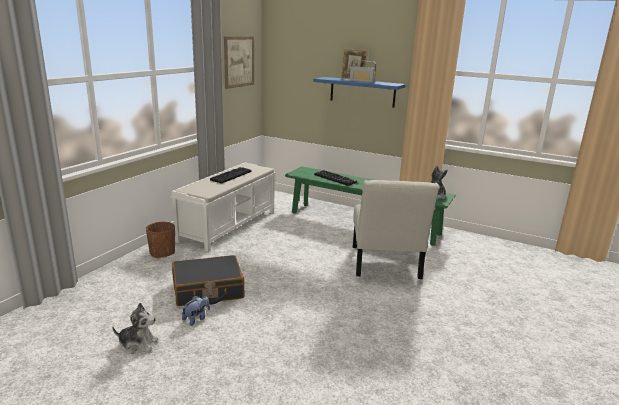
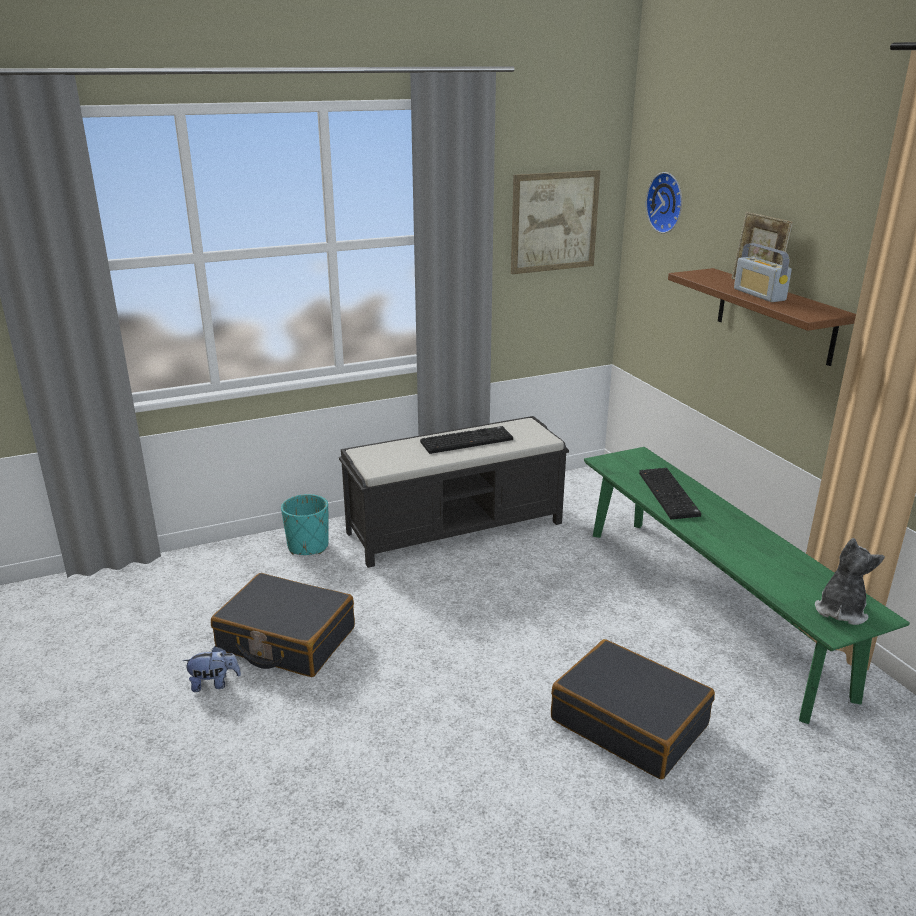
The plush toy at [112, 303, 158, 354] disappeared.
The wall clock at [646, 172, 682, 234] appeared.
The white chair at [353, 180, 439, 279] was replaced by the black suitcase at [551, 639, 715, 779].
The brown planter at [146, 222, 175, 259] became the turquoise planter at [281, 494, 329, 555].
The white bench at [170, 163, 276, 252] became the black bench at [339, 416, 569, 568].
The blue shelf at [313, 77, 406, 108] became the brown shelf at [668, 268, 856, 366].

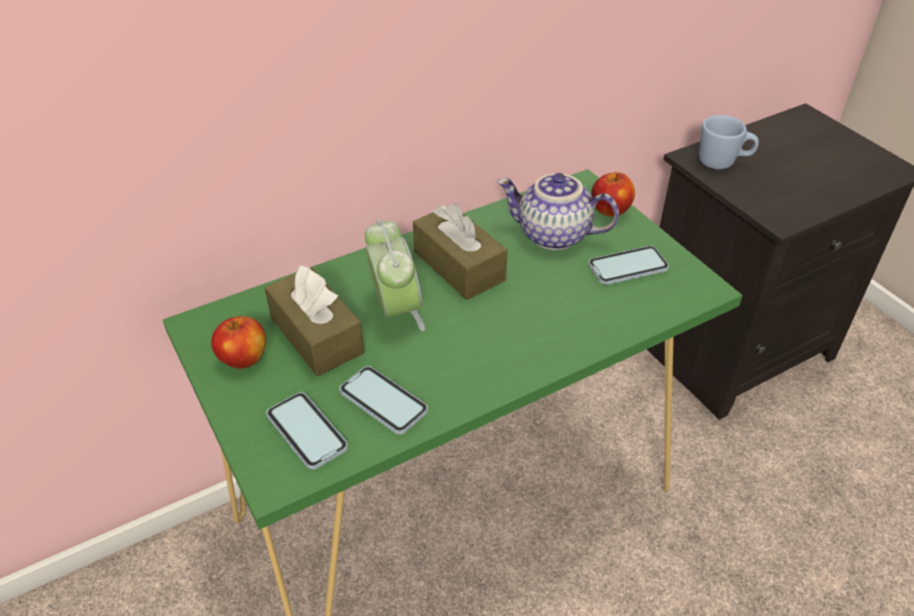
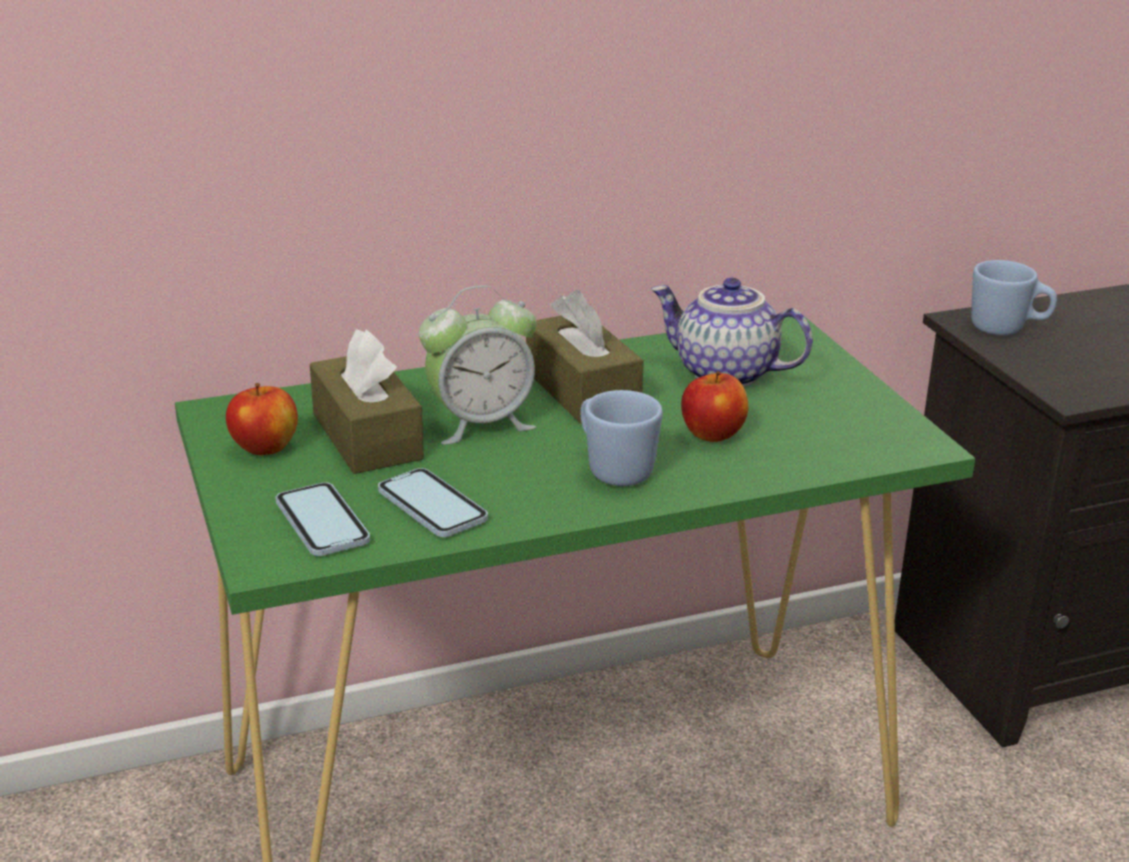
The phone at [588, 246, 669, 285] disappeared.
The blue mug at [581, 390, 663, 486] appeared.
The apple moved from [591, 172, 635, 217] to [681, 371, 748, 442].
The alarm clock at [365, 219, 425, 331] turned 75 degrees clockwise.

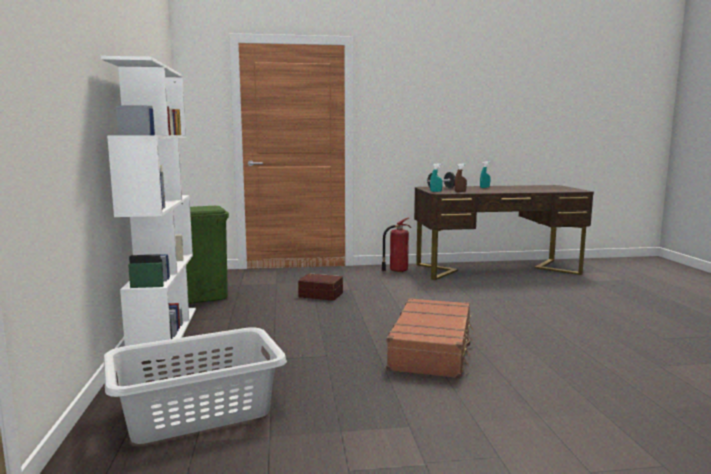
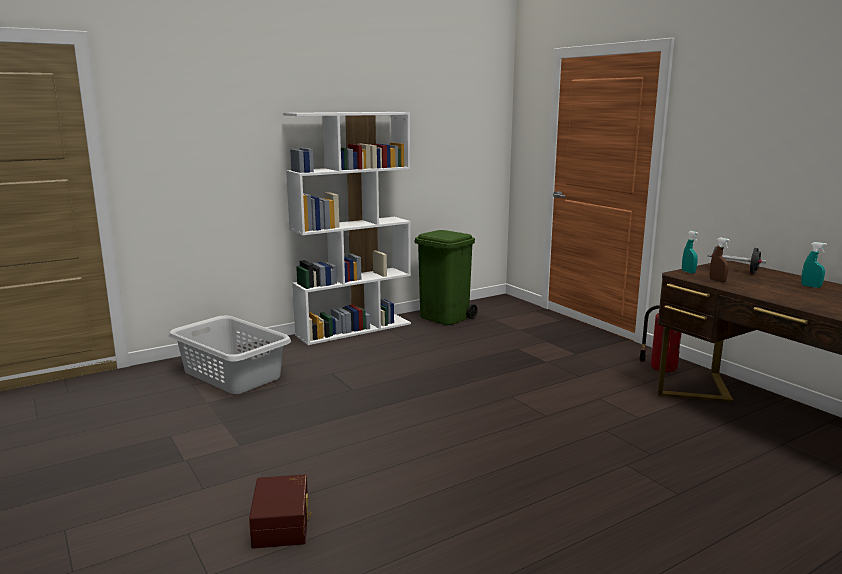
The brown suitcase at [386, 298, 474, 379] disappeared.
The brown storage box moved from [298, 273, 343, 301] to [249, 474, 311, 549].

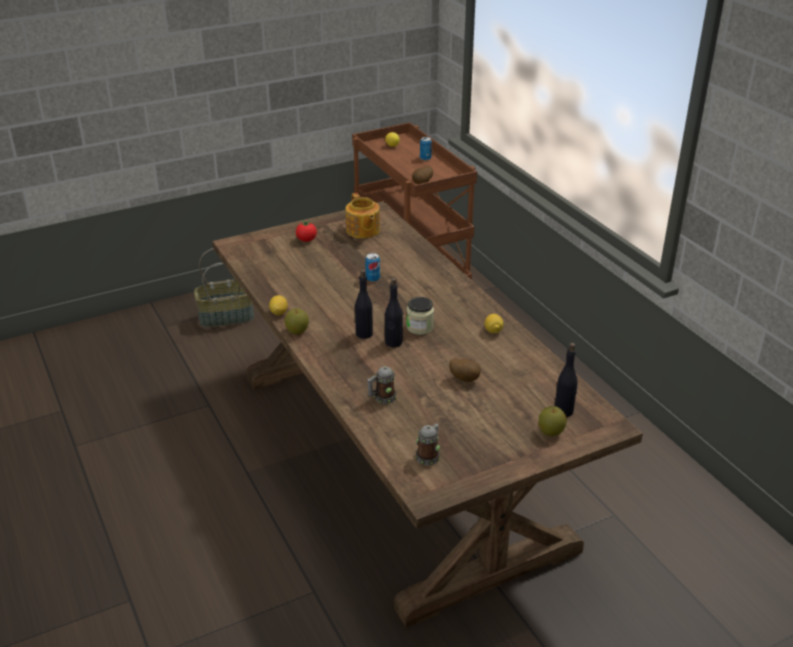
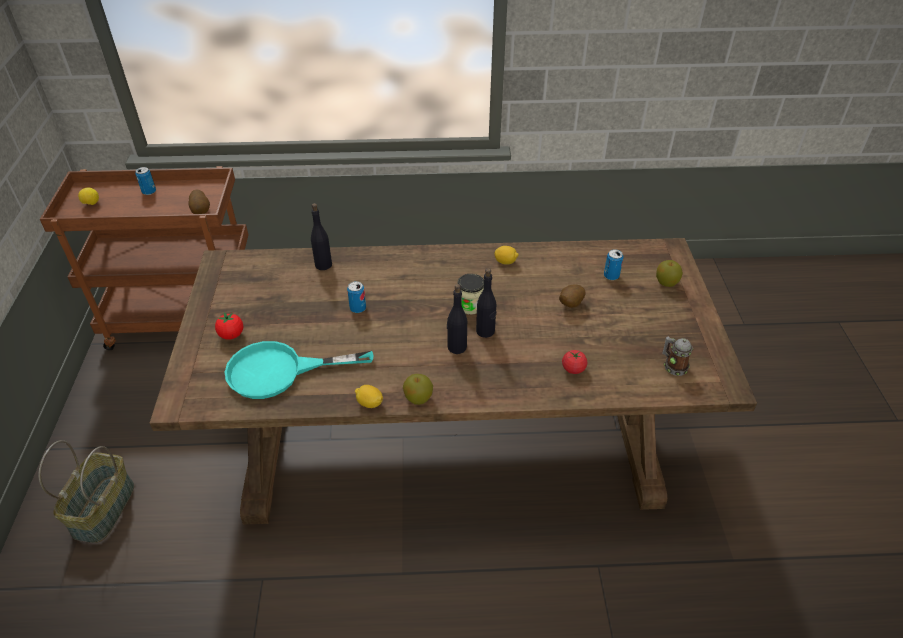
The teapot at [345, 193, 380, 238] disappeared.
The turquoise frying pan at [225, 341, 373, 399] appeared.
The can at [604, 249, 624, 280] appeared.
The black bottle moved from [555, 343, 578, 417] to [311, 203, 332, 270].
The mug at [367, 366, 397, 404] was replaced by the tomato at [562, 350, 587, 374].

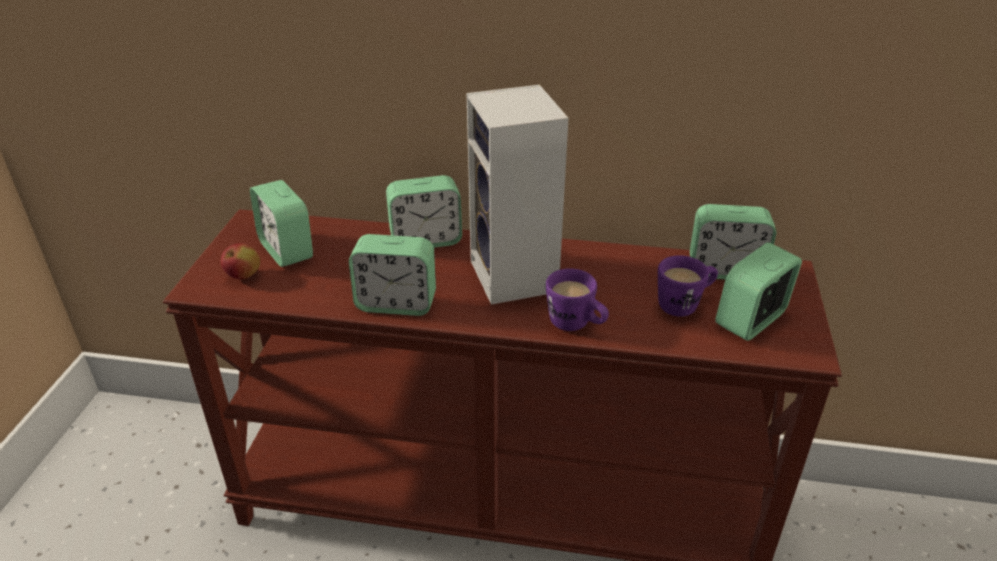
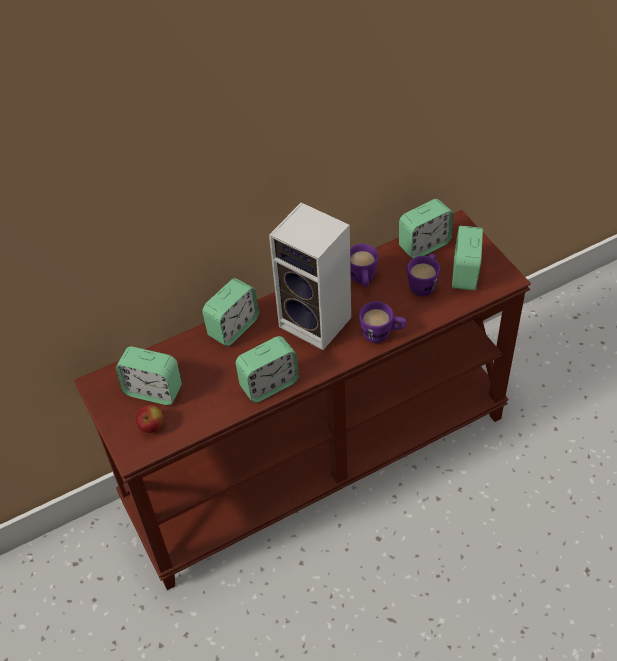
The purple mug at [350, 244, 379, 287] appeared.

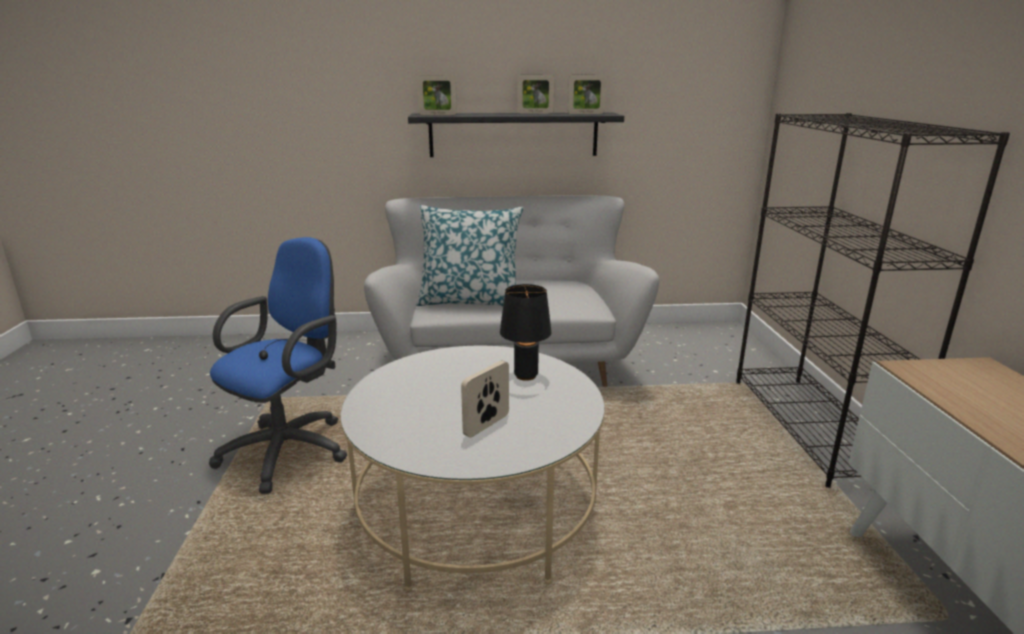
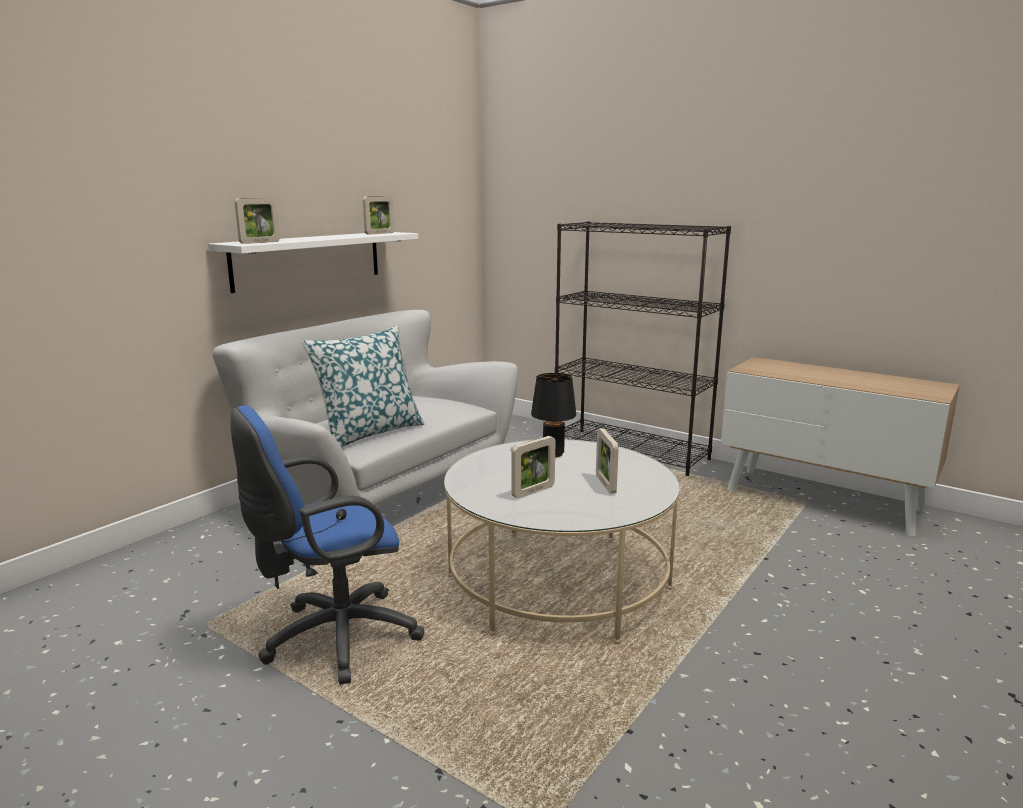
The picture frame moved from [517, 75, 555, 114] to [511, 436, 556, 499].
The black shelf at [408, 112, 624, 157] became the white shelf at [208, 232, 418, 293].
The blue office chair at [209, 237, 347, 494] turned 105 degrees counterclockwise.

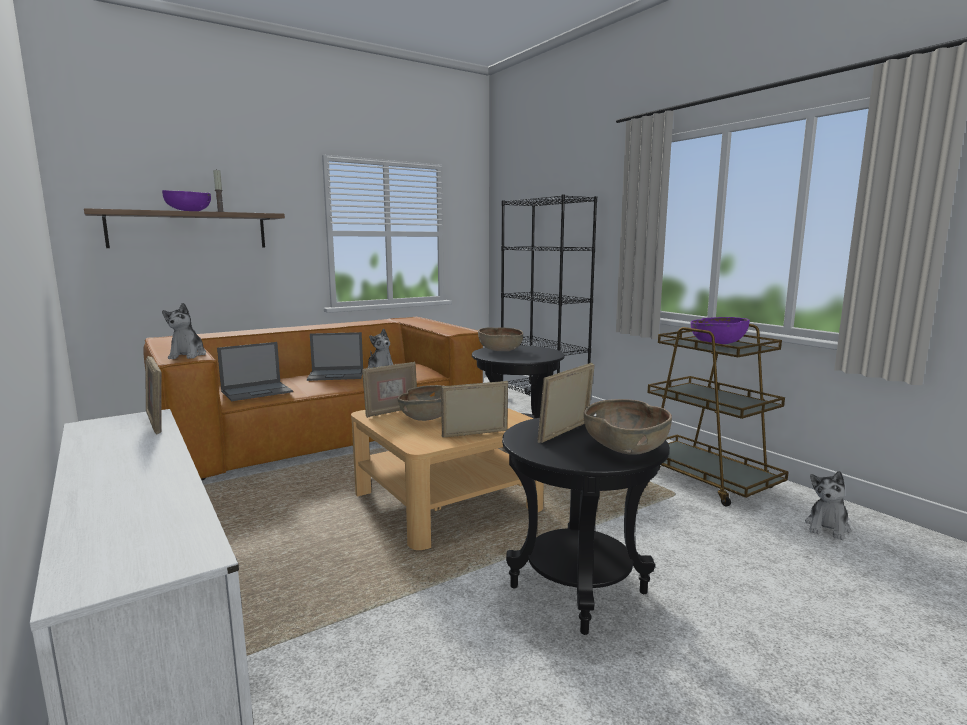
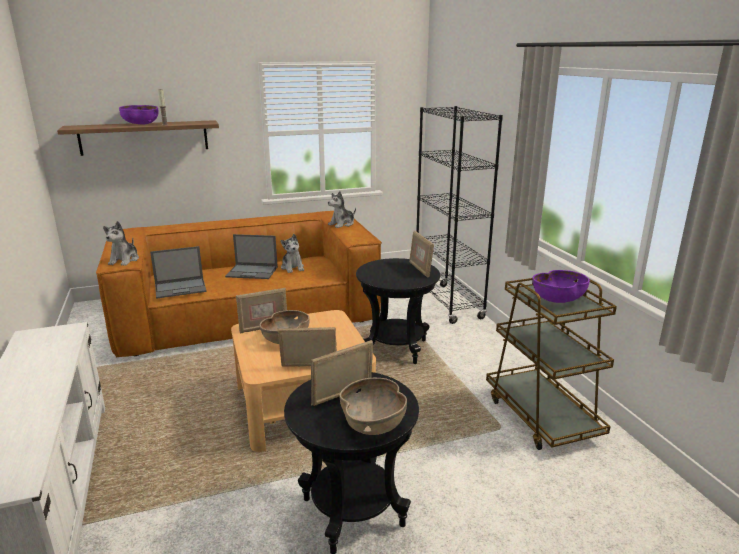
The brown bowl at [478, 327, 523, 352] disappeared.
The picture frame moved from [145, 356, 162, 434] to [409, 231, 434, 278].
The plush toy moved from [805, 471, 851, 540] to [328, 191, 356, 228].

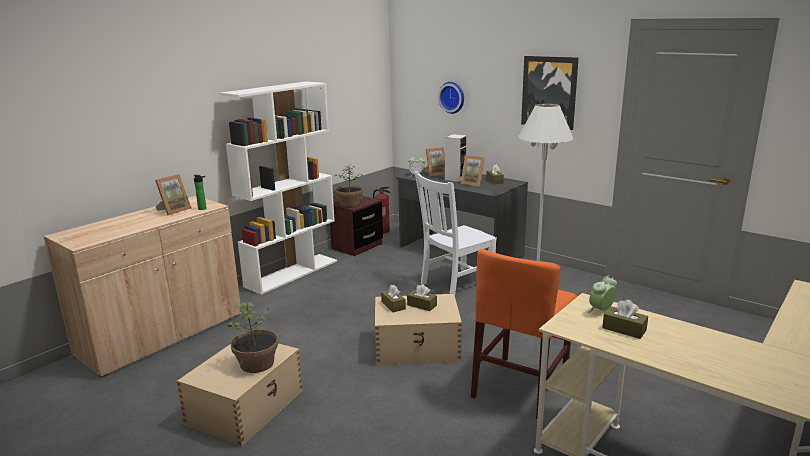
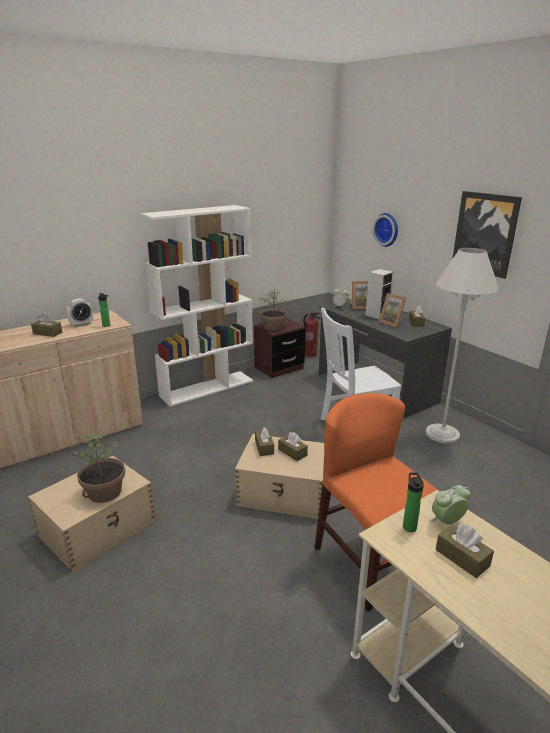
The brown tissue box at [31, 313, 62, 337] appeared.
The bottle at [403, 473, 424, 532] appeared.
The picture frame at [155, 174, 191, 216] was replaced by the alarm clock at [66, 298, 93, 327].
The orange chair at [471, 249, 577, 419] turned 105 degrees clockwise.

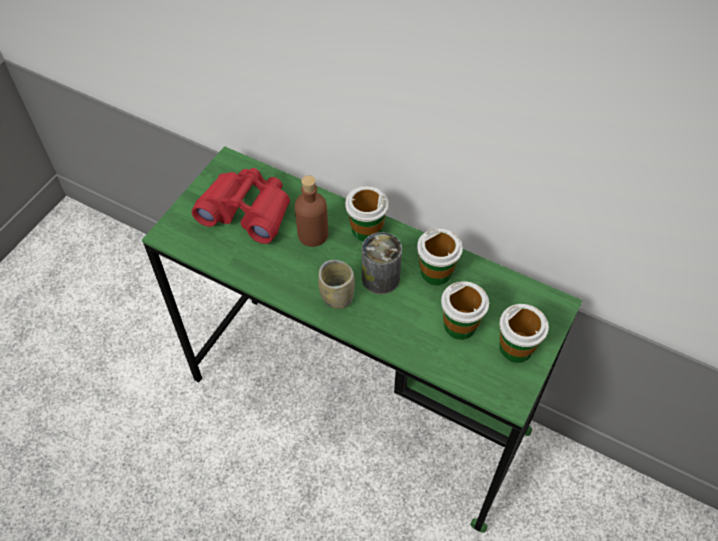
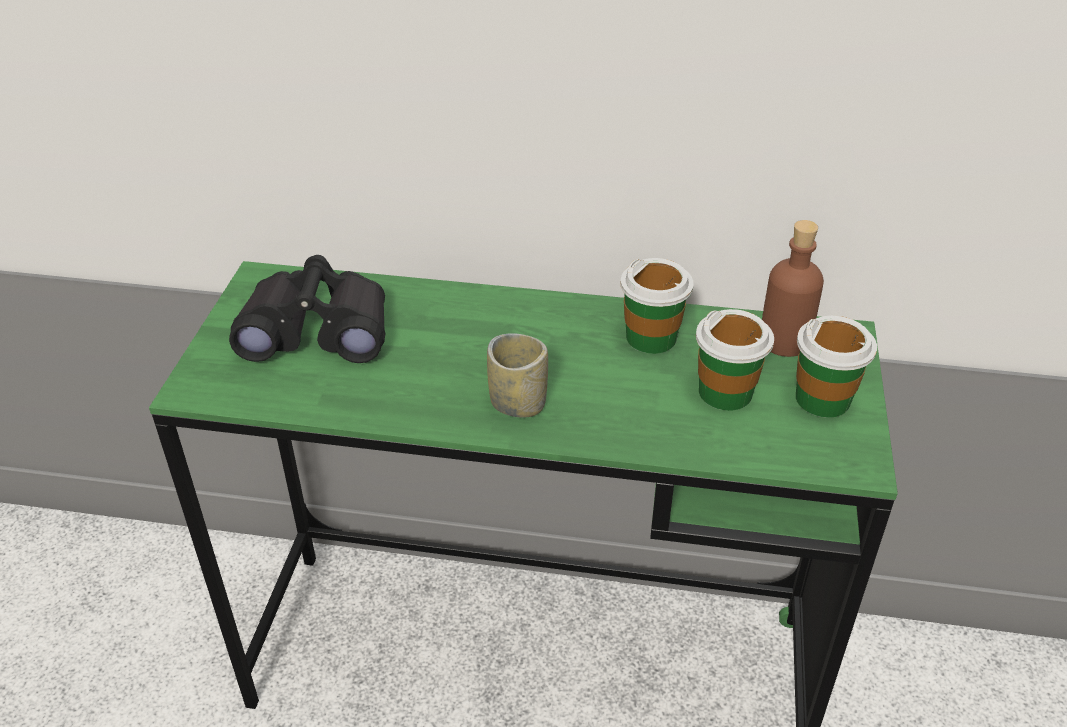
The cup at [345, 186, 389, 242] disappeared.
The can at [362, 232, 402, 294] disappeared.
The brown bottle moved from [295, 175, 328, 247] to [762, 220, 824, 357].
The red binoculars at [192, 168, 290, 244] became the black binoculars at [229, 255, 385, 363].

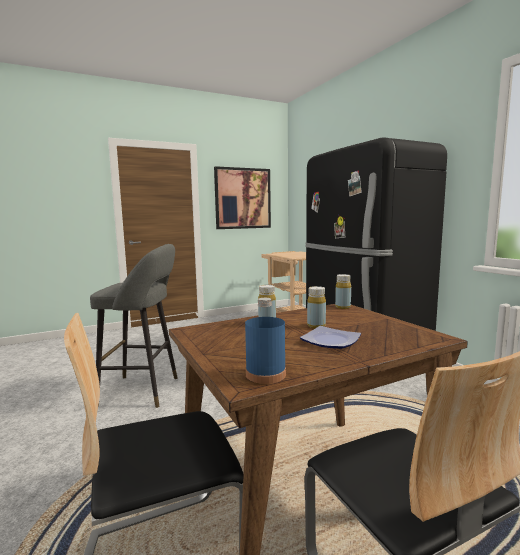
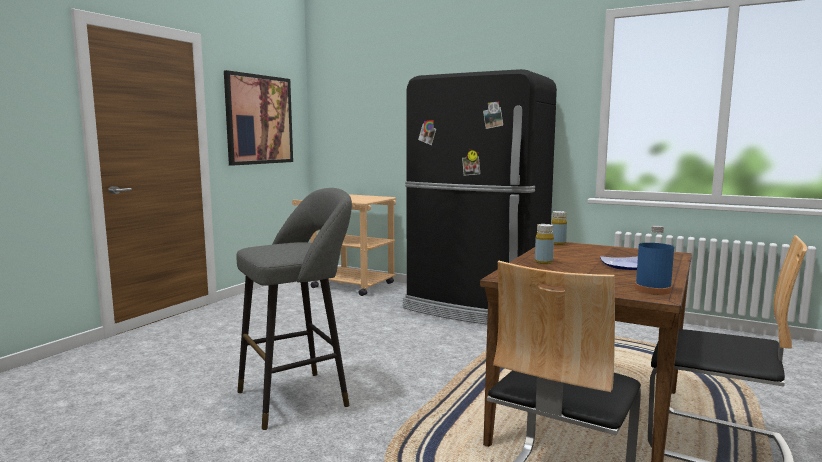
The yellow bottle at [307, 286, 326, 328] disappeared.

